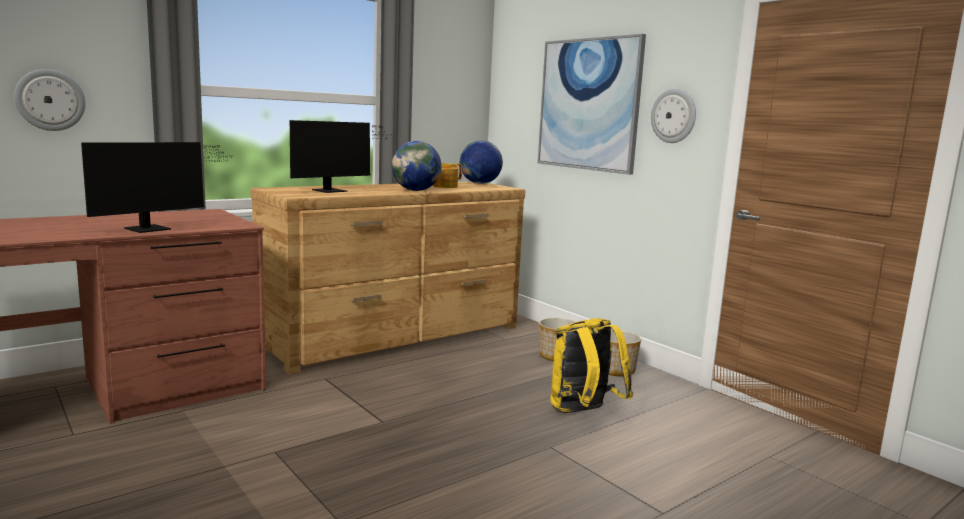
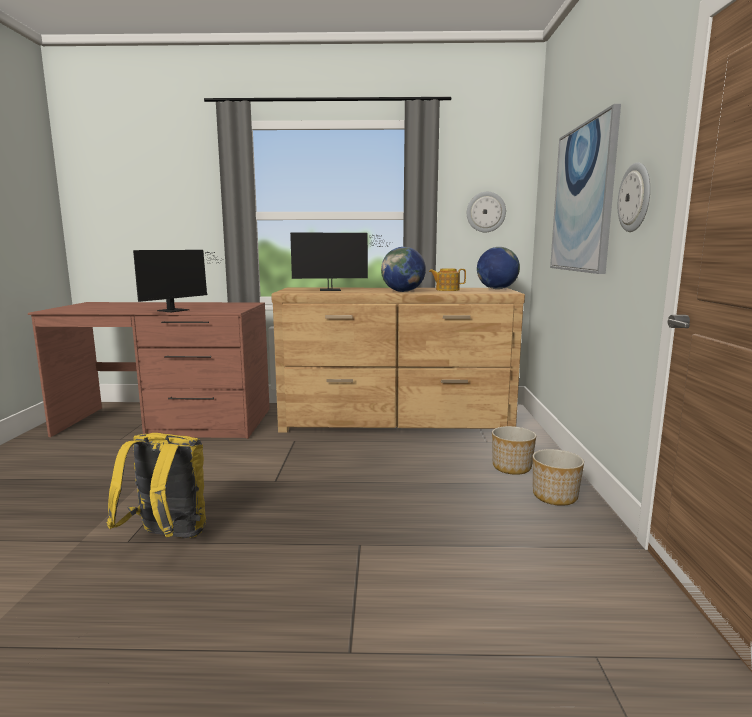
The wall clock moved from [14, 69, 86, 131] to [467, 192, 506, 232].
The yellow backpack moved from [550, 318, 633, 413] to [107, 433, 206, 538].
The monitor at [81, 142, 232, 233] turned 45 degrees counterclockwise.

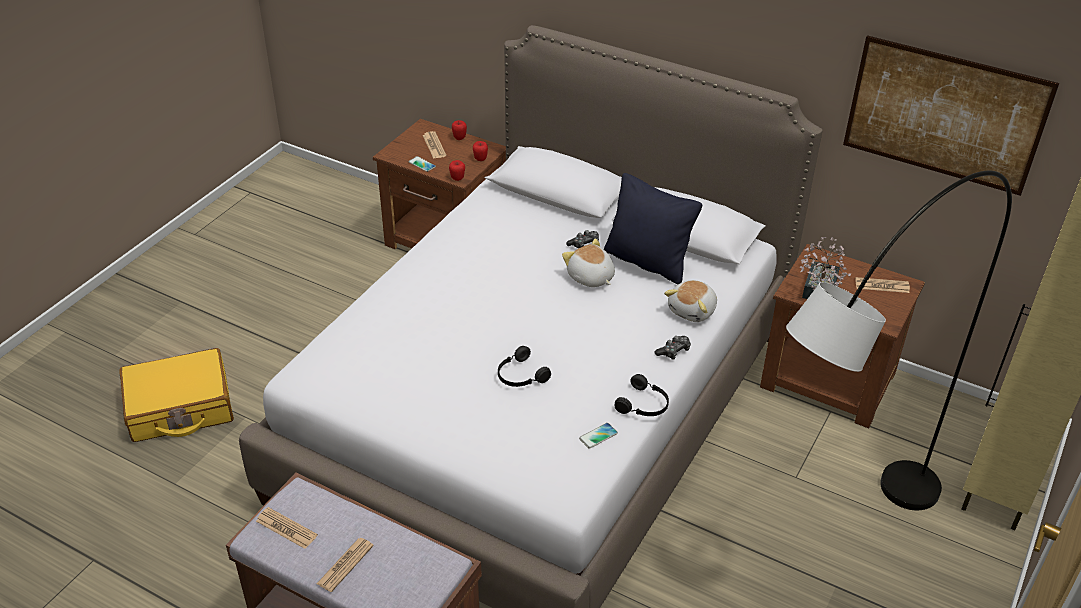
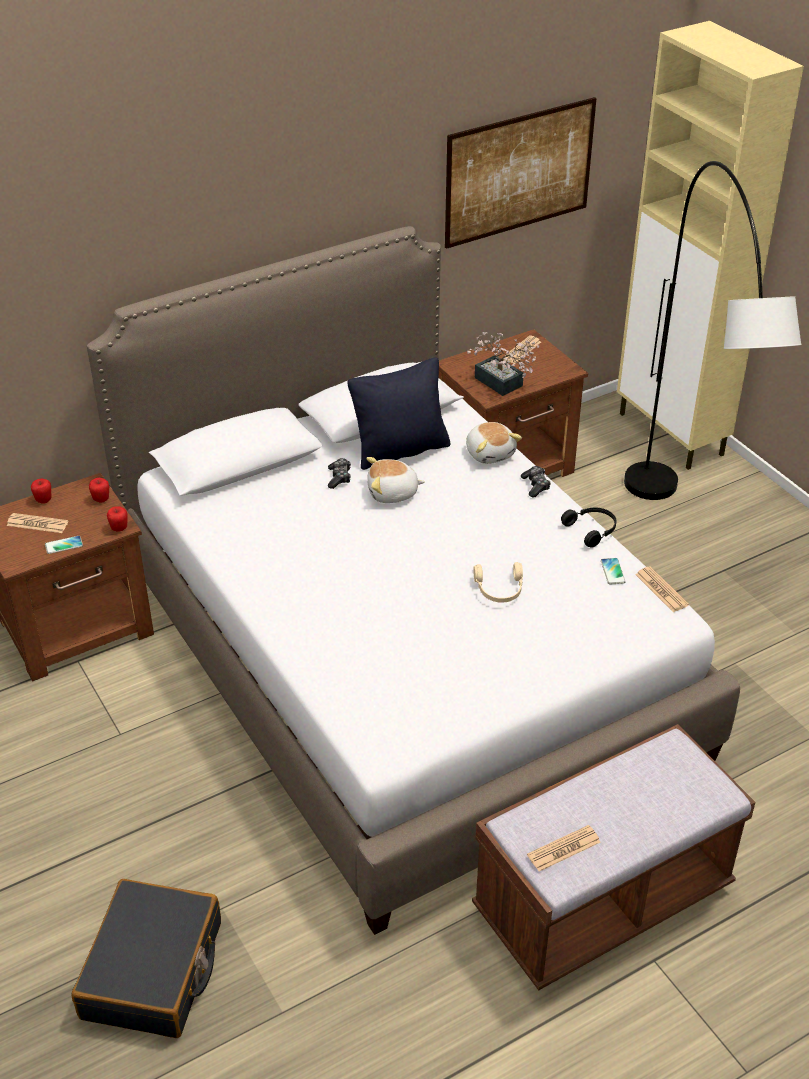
The newspaper moved from [317, 538, 374, 592] to [635, 566, 689, 612].
The yellow suitcase at [120, 348, 234, 442] became the black suitcase at [72, 879, 221, 1038].
The black headphones at [498, 346, 551, 387] became the beige headphones at [473, 562, 523, 603].

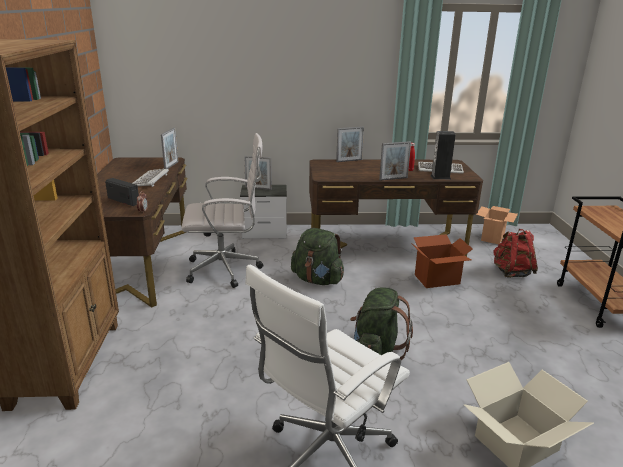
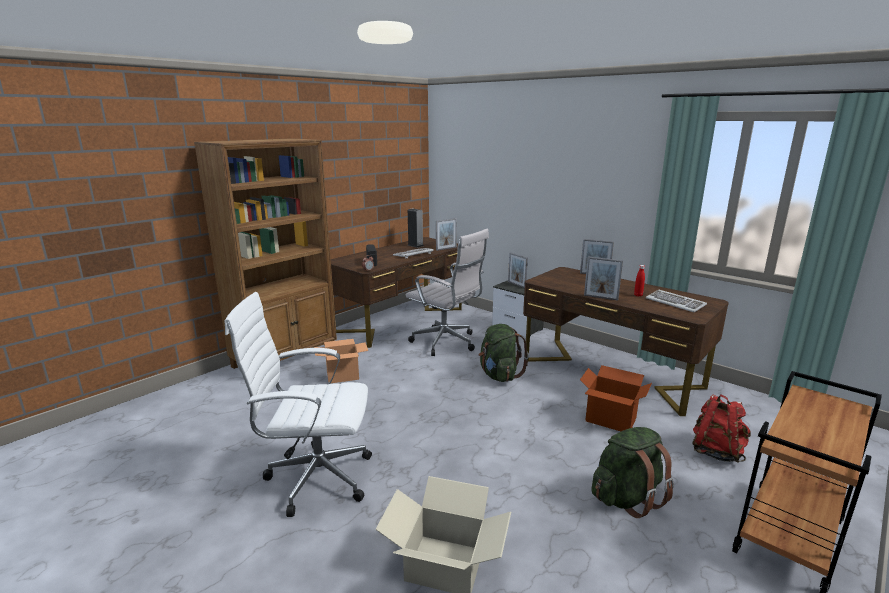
The green backpack moved from [350, 287, 413, 361] to [592, 427, 674, 518].
The speaker moved from [430, 131, 456, 179] to [408, 209, 424, 248].
The cardboard box moved from [476, 206, 518, 244] to [314, 339, 368, 383].

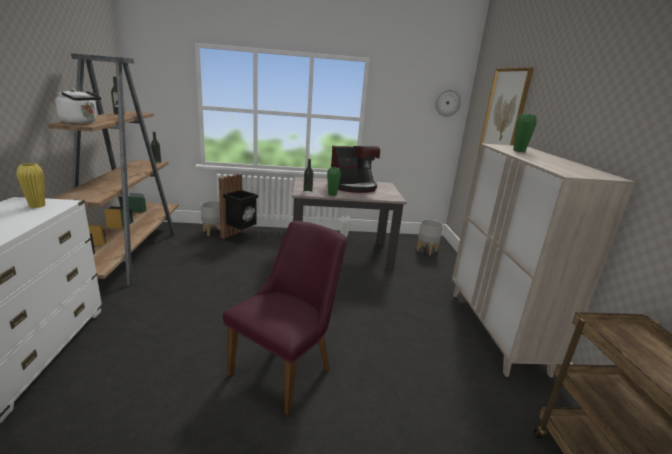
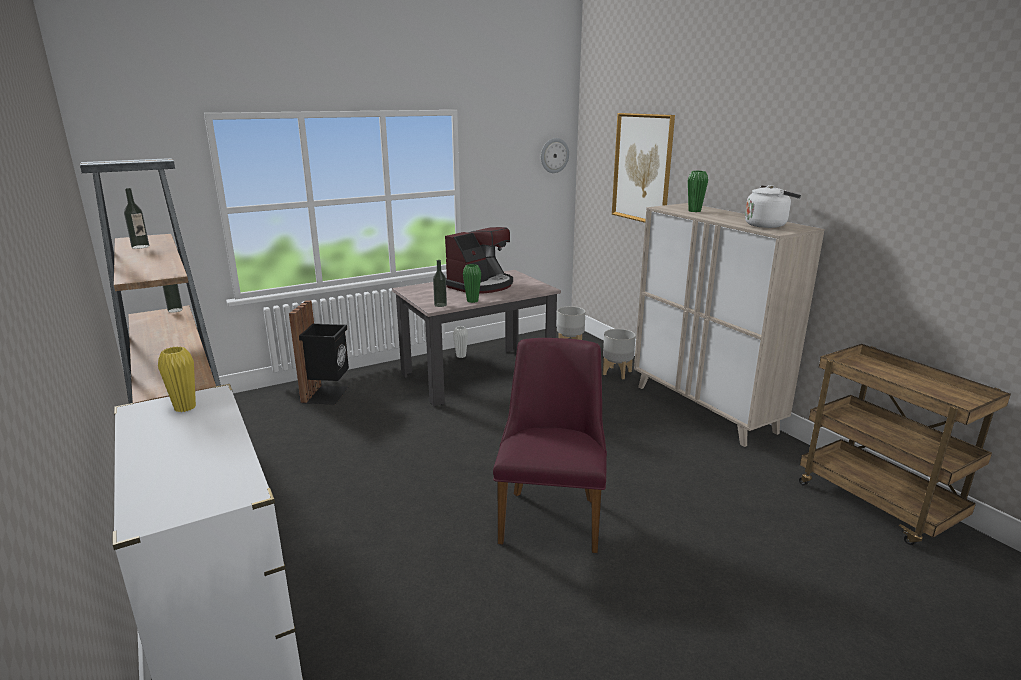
The white kettle moved from [55, 89, 101, 124] to [745, 185, 801, 228].
The grey planter moved from [201, 201, 221, 236] to [603, 329, 636, 379].

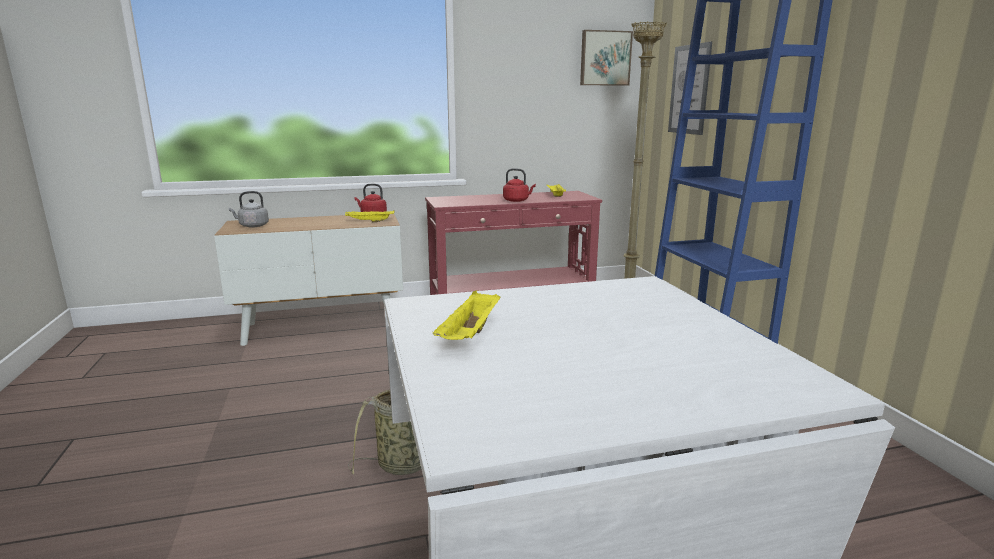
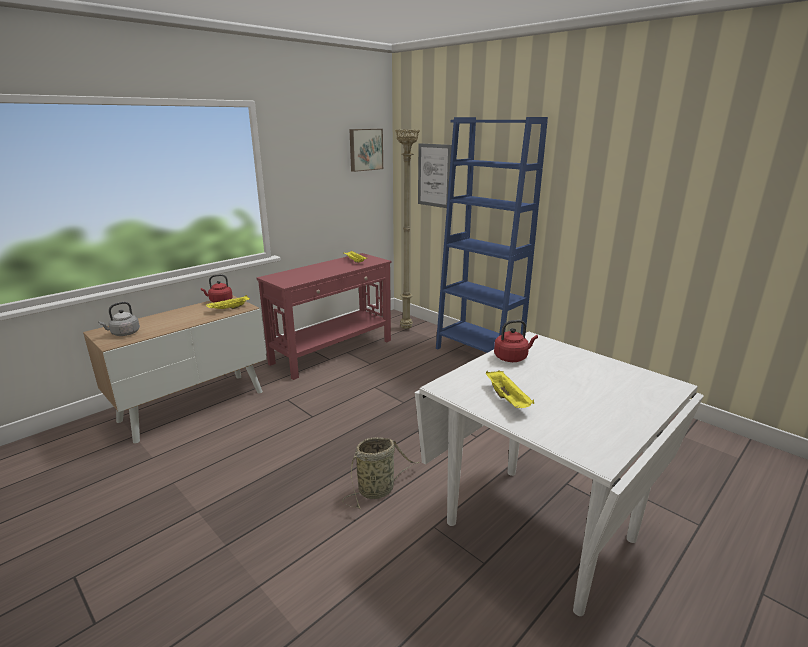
The red kettle moved from [503, 168, 536, 202] to [494, 320, 538, 362].

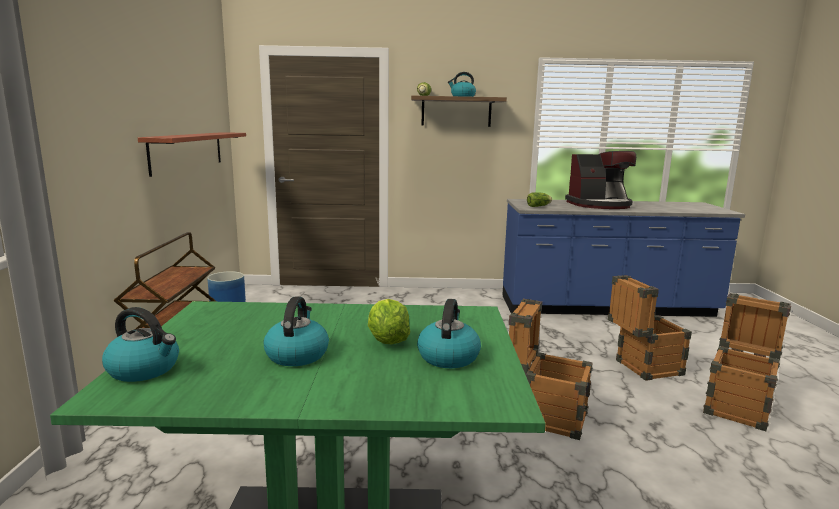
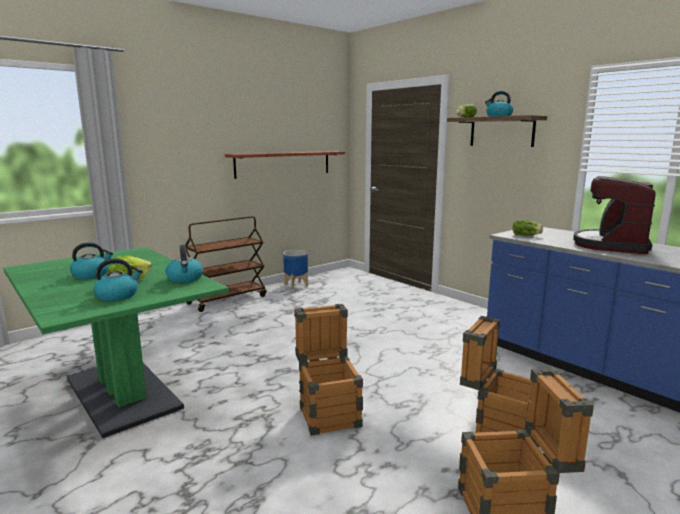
The kettle moved from [102, 307, 179, 382] to [165, 245, 203, 283].
The coffee machine at [565, 151, 636, 209] turned 75 degrees clockwise.

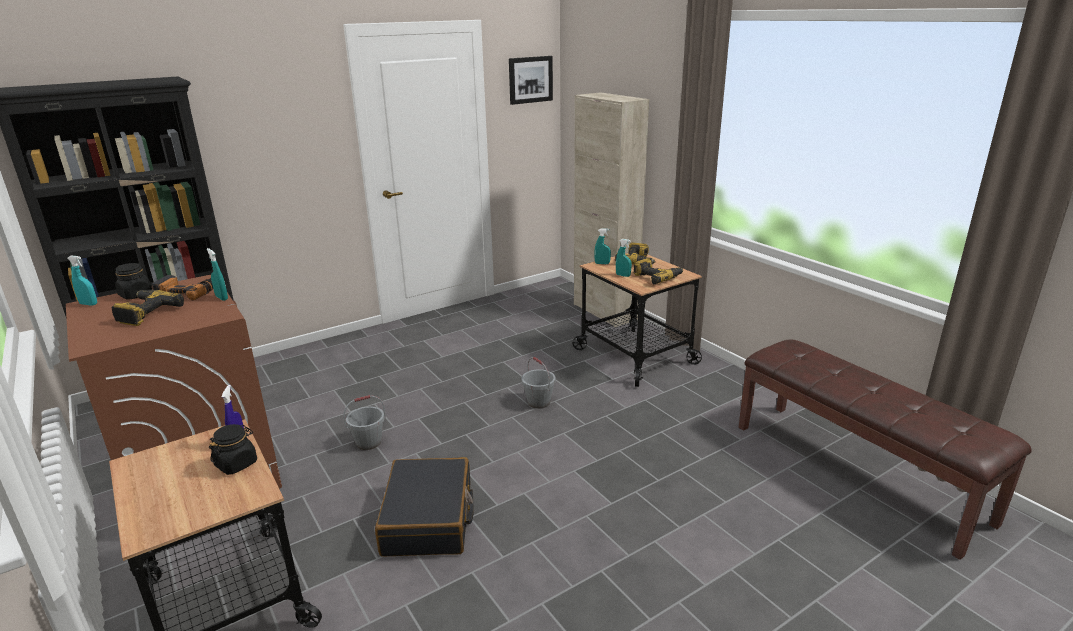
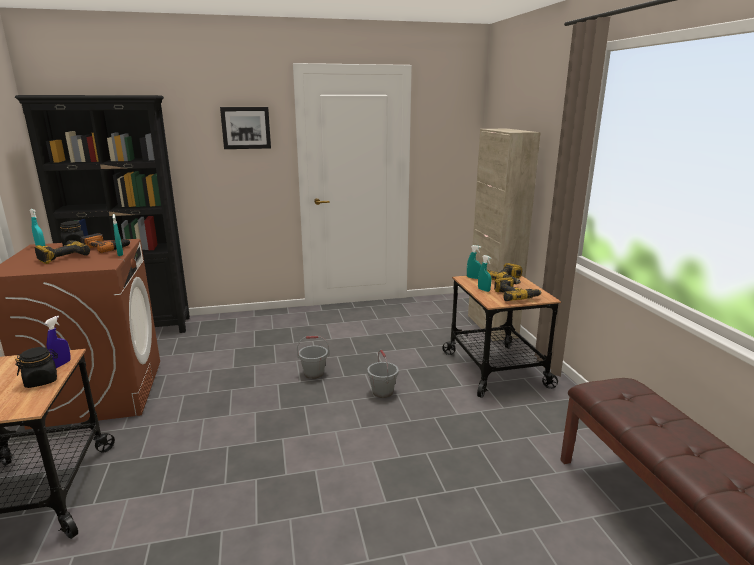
The black suitcase at [375, 457, 474, 557] disappeared.
The grey bucket moved from [343, 395, 386, 450] to [297, 336, 329, 379].
The picture moved from [509, 56, 553, 105] to [220, 107, 271, 149].

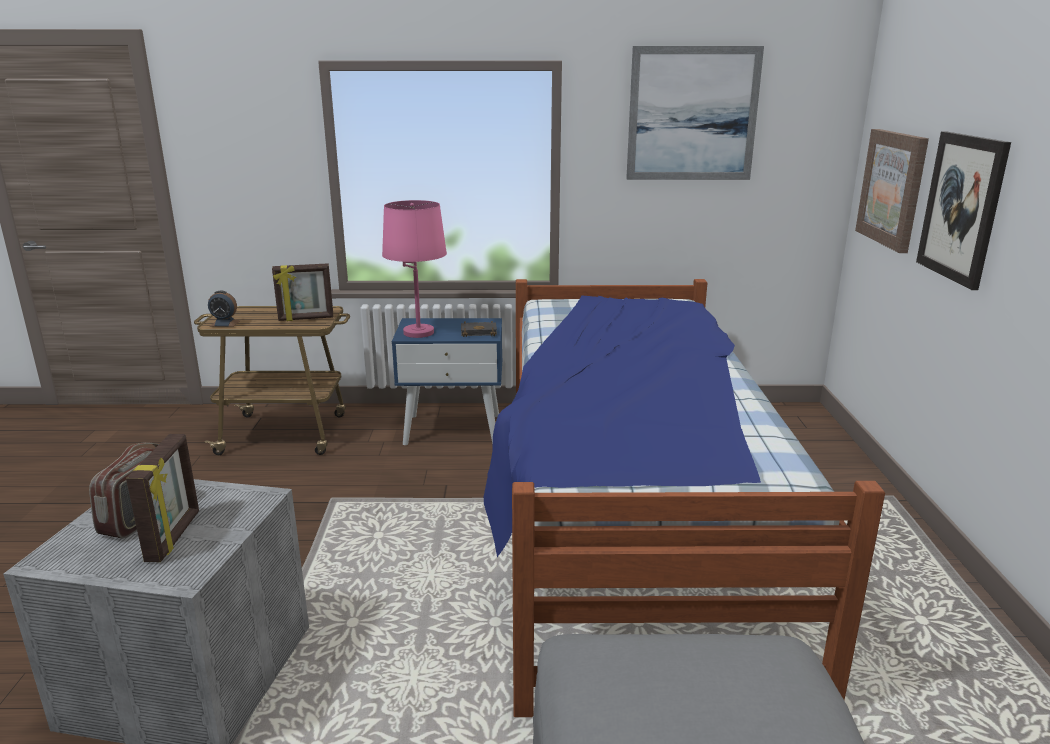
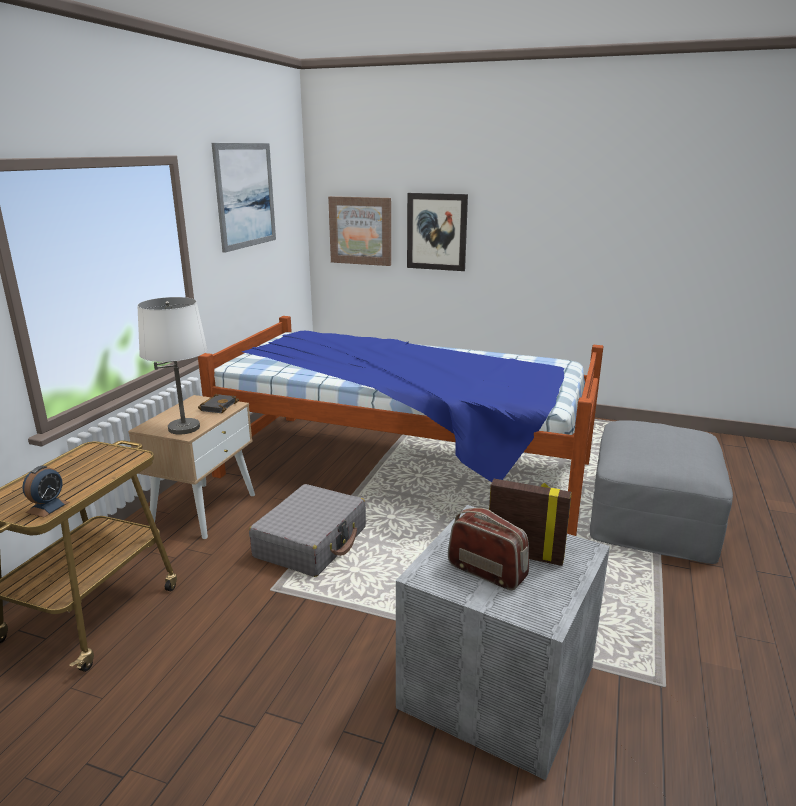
The picture frame at [272, 263, 333, 321] disappeared.
The grey suitcase at [249, 484, 366, 577] appeared.
The pink table lamp at [382, 200, 447, 338] became the white table lamp at [137, 297, 207, 435].
The blue nightstand at [392, 318, 503, 445] became the beige nightstand at [128, 395, 255, 539].

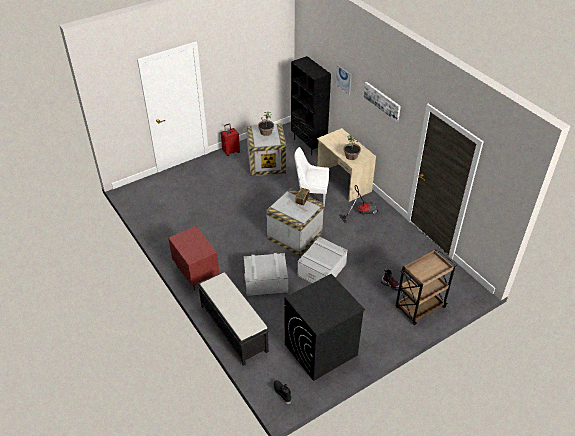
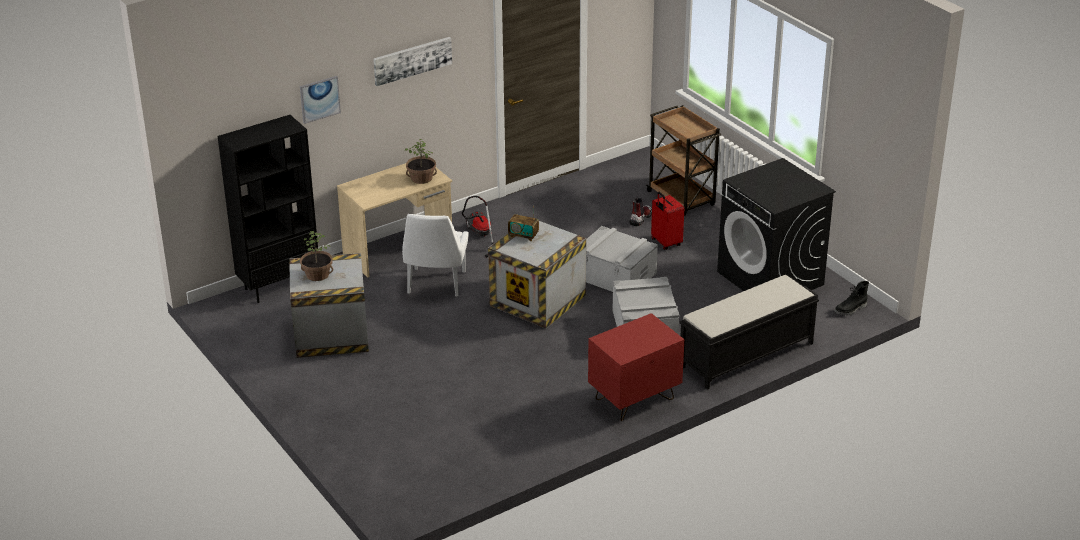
The red suitcase moved from [221, 124, 240, 156] to [651, 192, 684, 250].

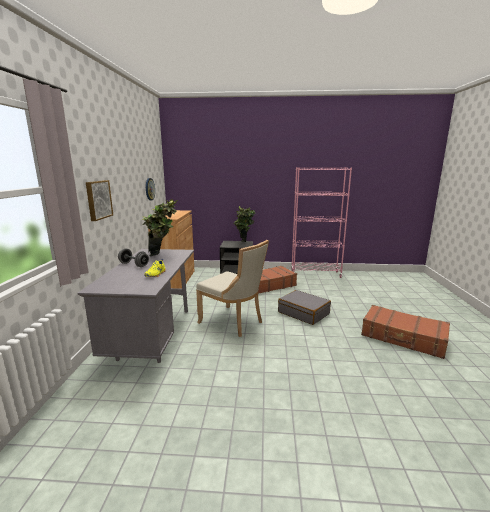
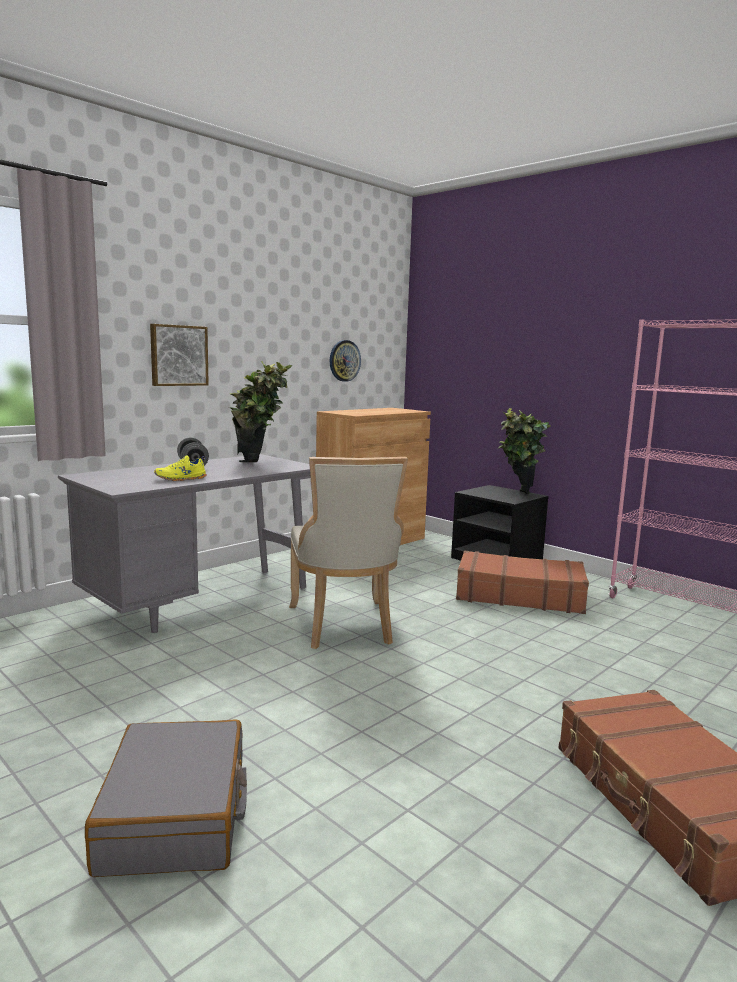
The grey suitcase moved from [278, 290, 331, 325] to [85, 719, 247, 877].

